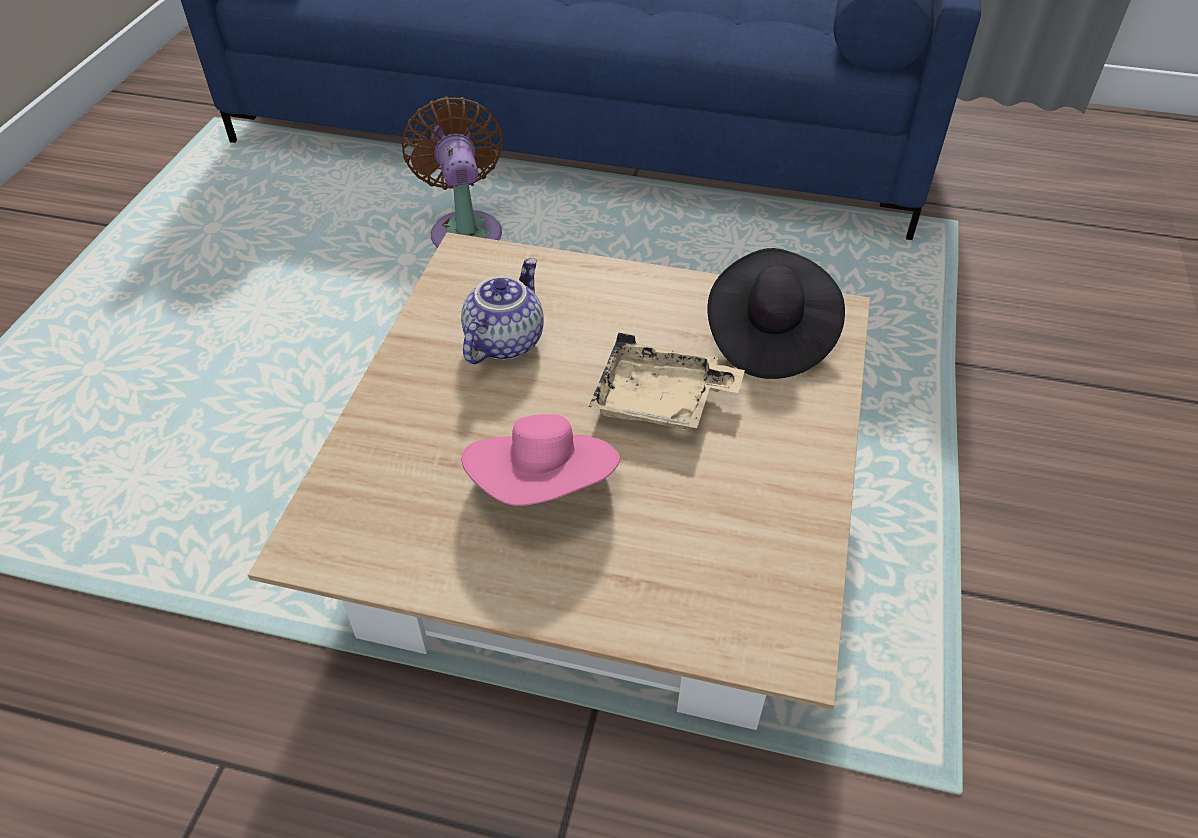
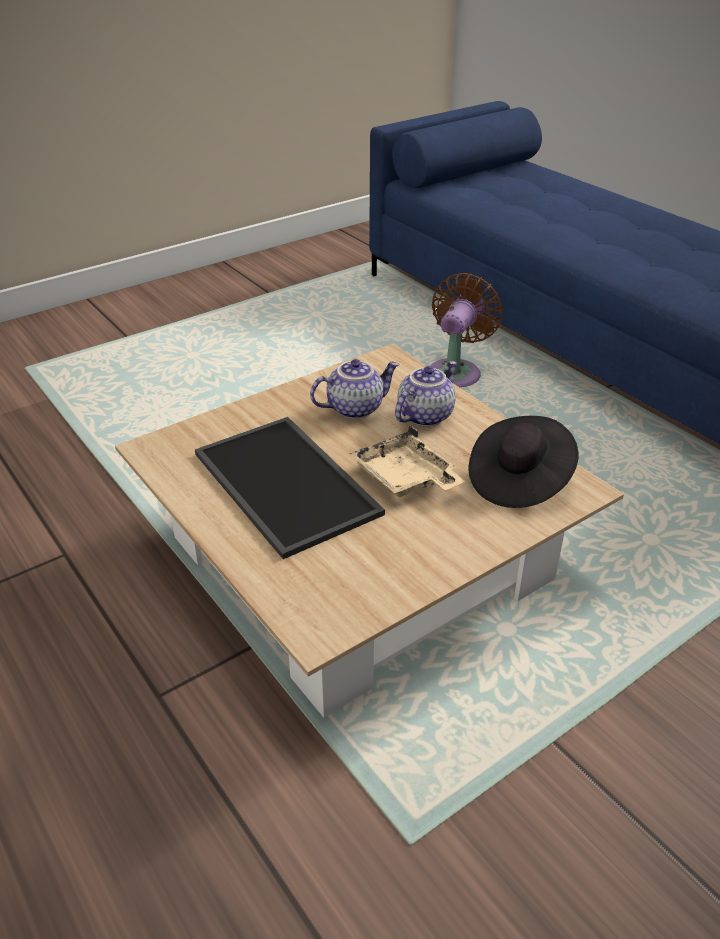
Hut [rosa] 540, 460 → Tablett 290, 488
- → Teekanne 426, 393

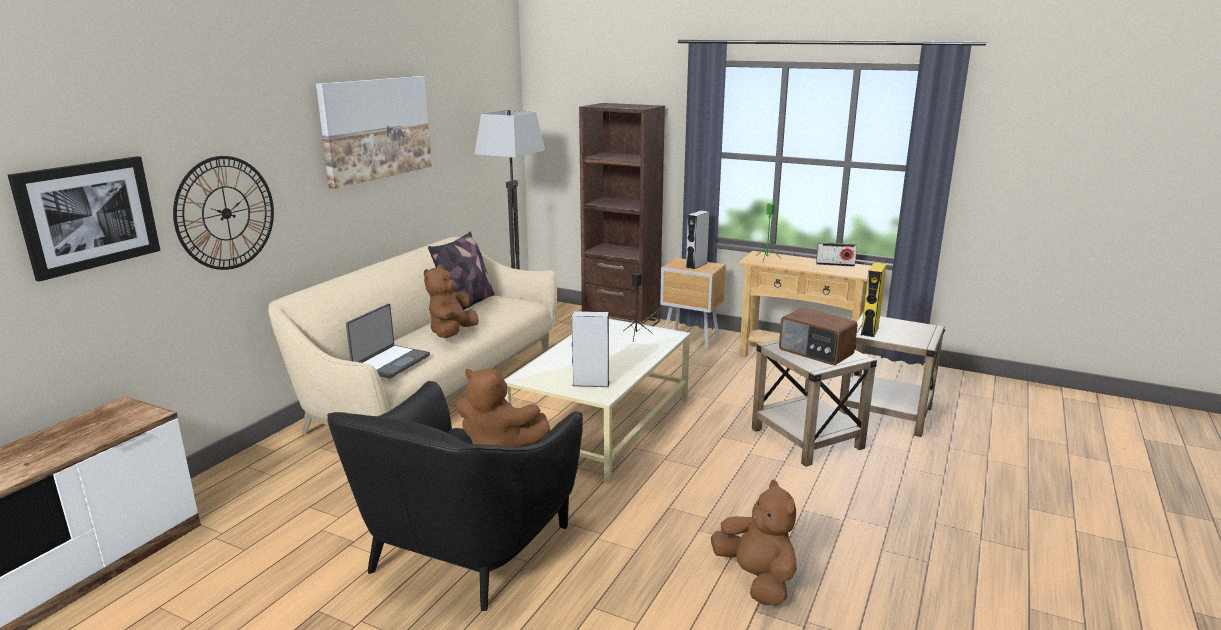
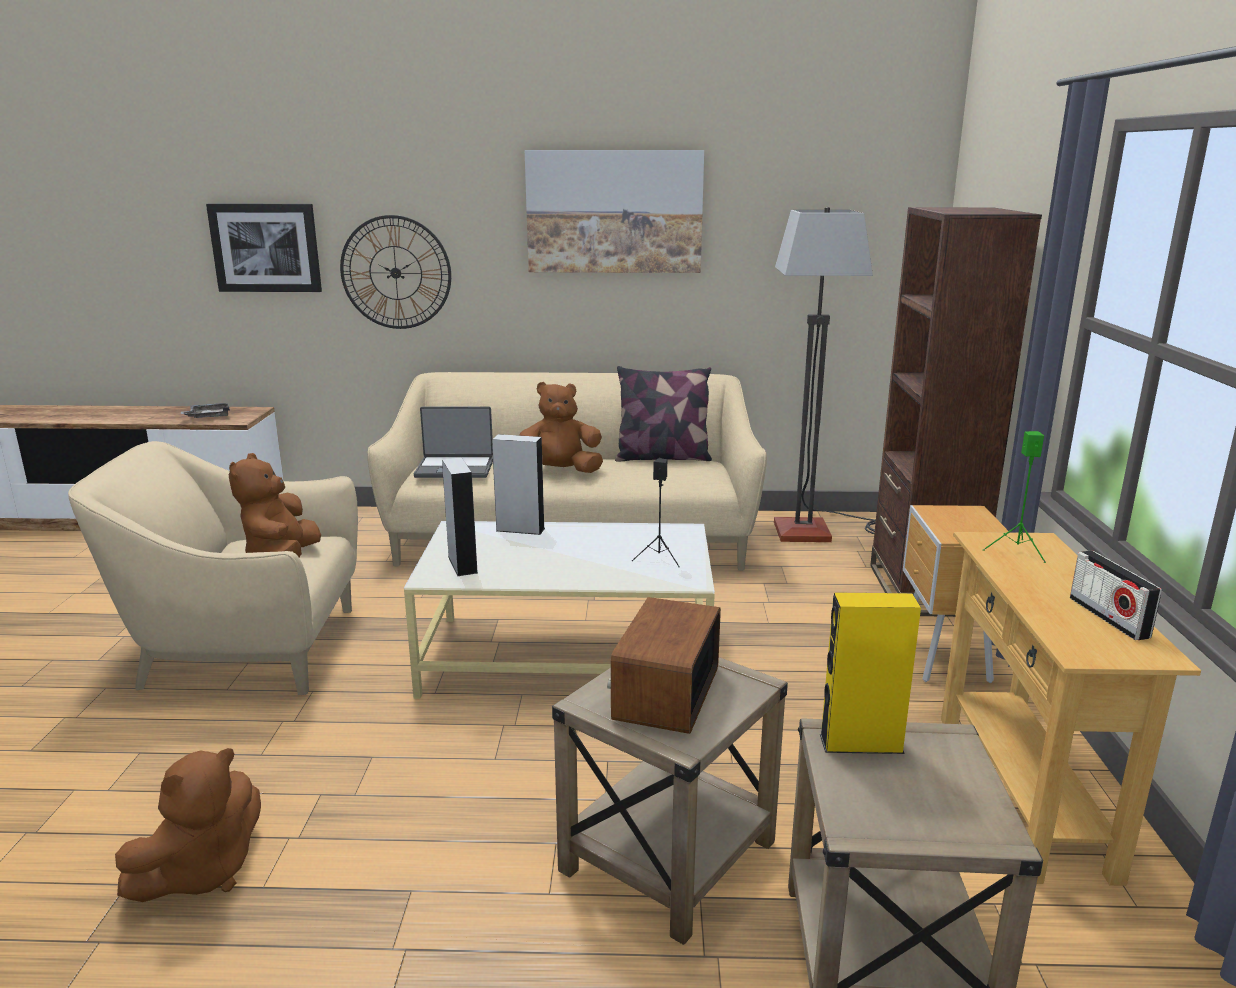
Sessel [schwarz] 455, 496 → Sessel [beige] 213, 568
- → Tablett [grau] 205, 410
Lautsprecher [grau] 697, 239 → Lautsprecher [grau] 518, 484, relocated

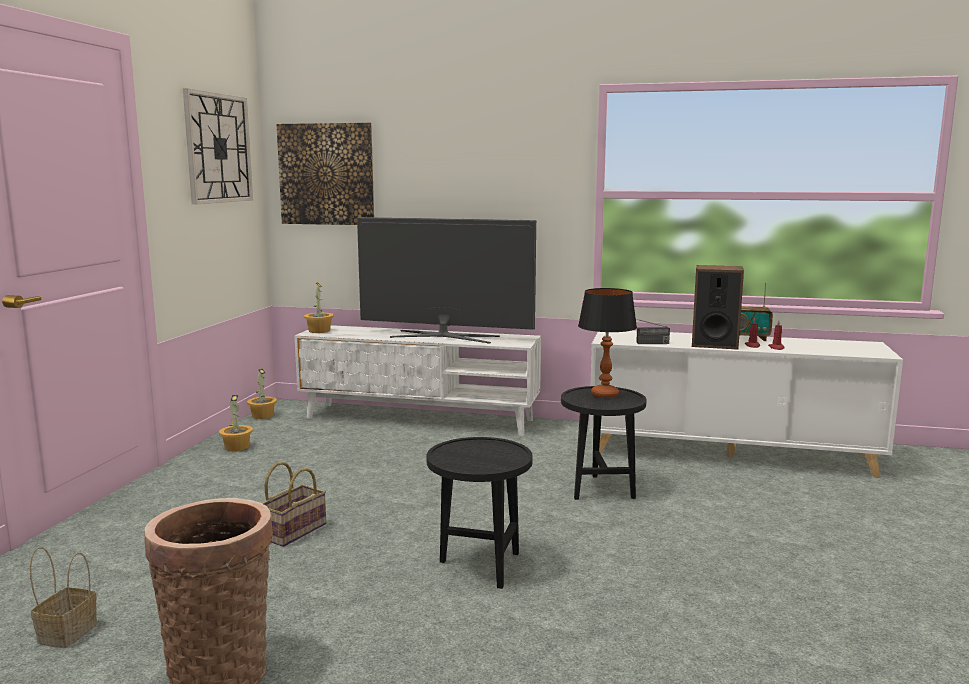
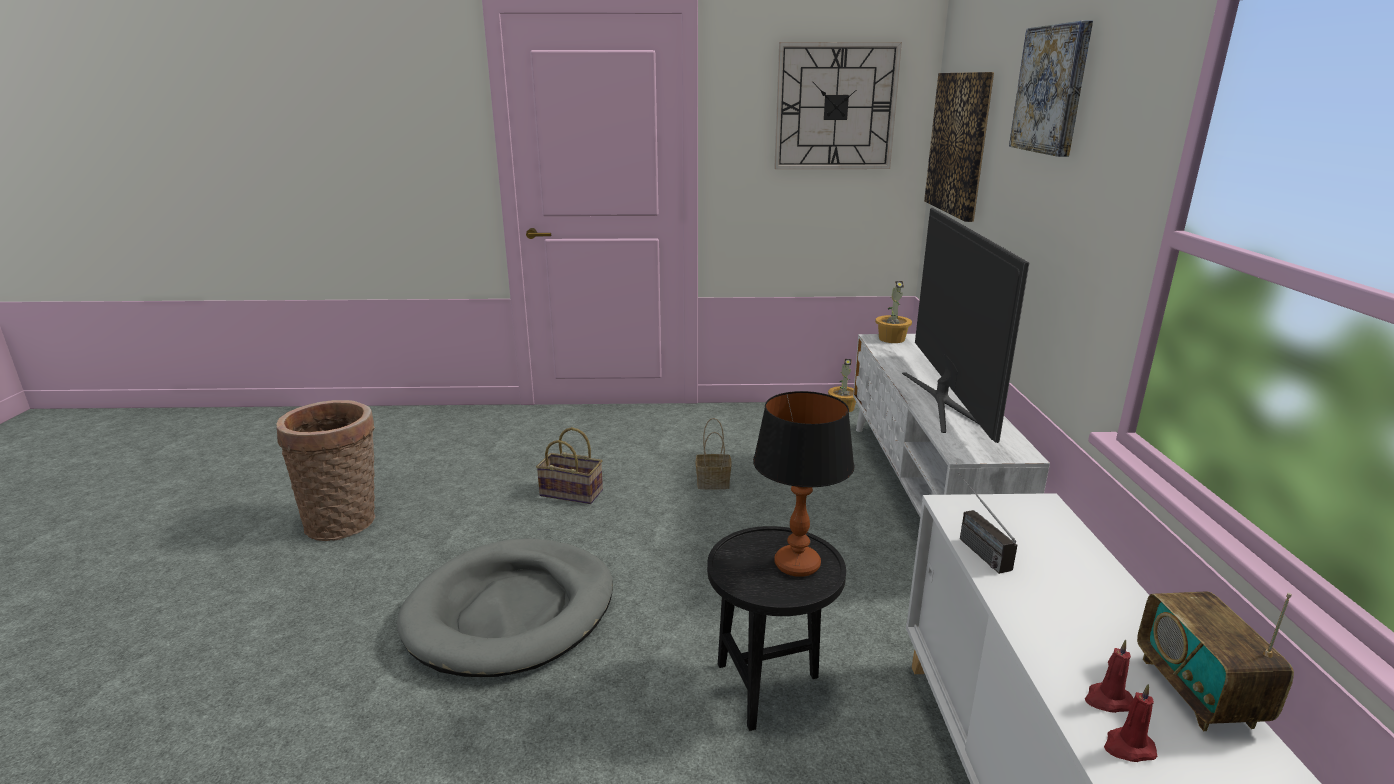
Beistelltisch [schwarz] 480, 513 → Hundebett [grau] 505, 607
Korb 63, 597 → Korb 713, 453, relocated
- → Bild 1051, 89
Topfpflanze 236, 423 → -
Lautsprecher 718, 307 → -

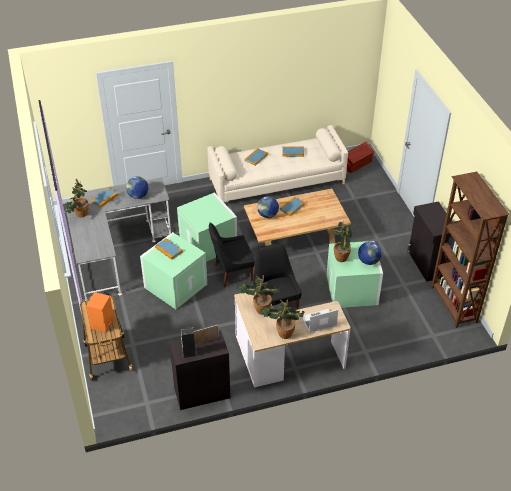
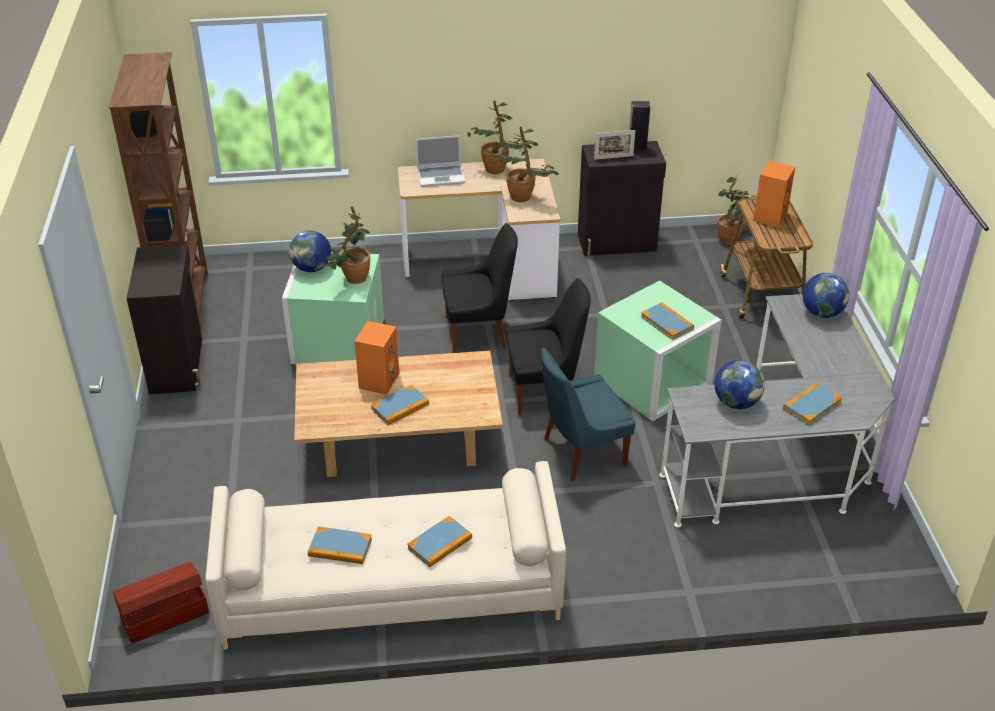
- → Lautsprecher [orange] 376, 358
Stuhl [schwarz] 277, 277 → Stuhl [schwarz] 480, 288, 90 degrees counterclockwise
Aufbewahrungsbox [grün] 207, 227 → Stuhl [blau] 588, 414
Topfpflanze 77, 198 → Topfpflanze 733, 209, relocated
Globus 268, 207 → Globus 826, 295, relocated

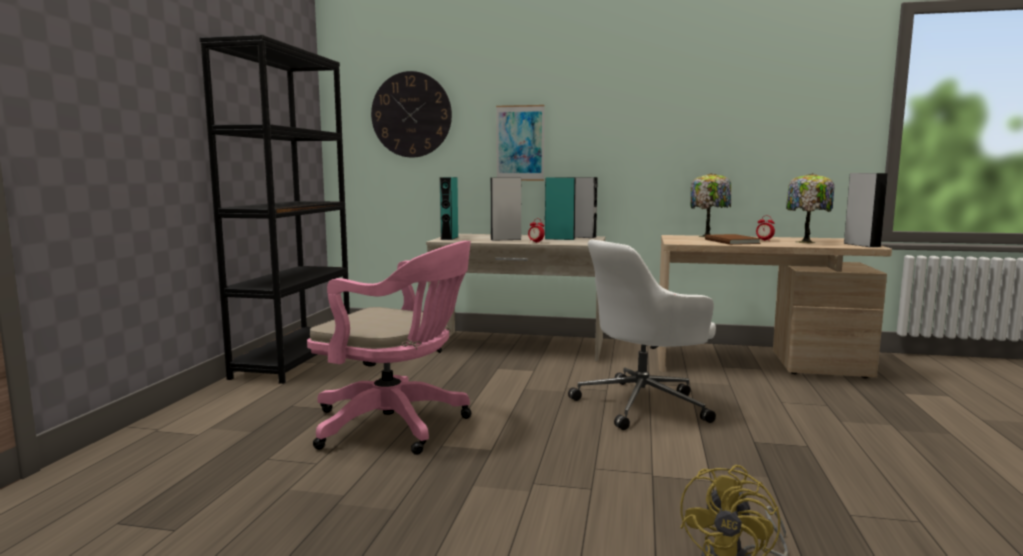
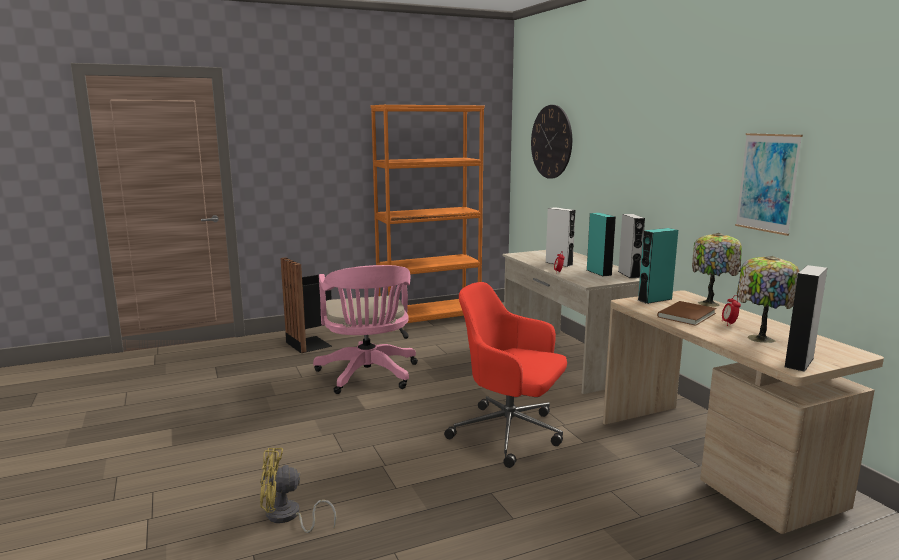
- → Mülleimer [schwarz] 306, 305
Bücherregal [schwarz] 274, 209 → Bücherregal [orange] 428, 218
Bürostuhl [weiß] 642, 335 → Bürostuhl [rot] 505, 375
Lautsprecher [türkis] 449, 208 → Lautsprecher [türkis] 658, 266, relocated
Bild 520, 143 → Bild 769, 184, relocated

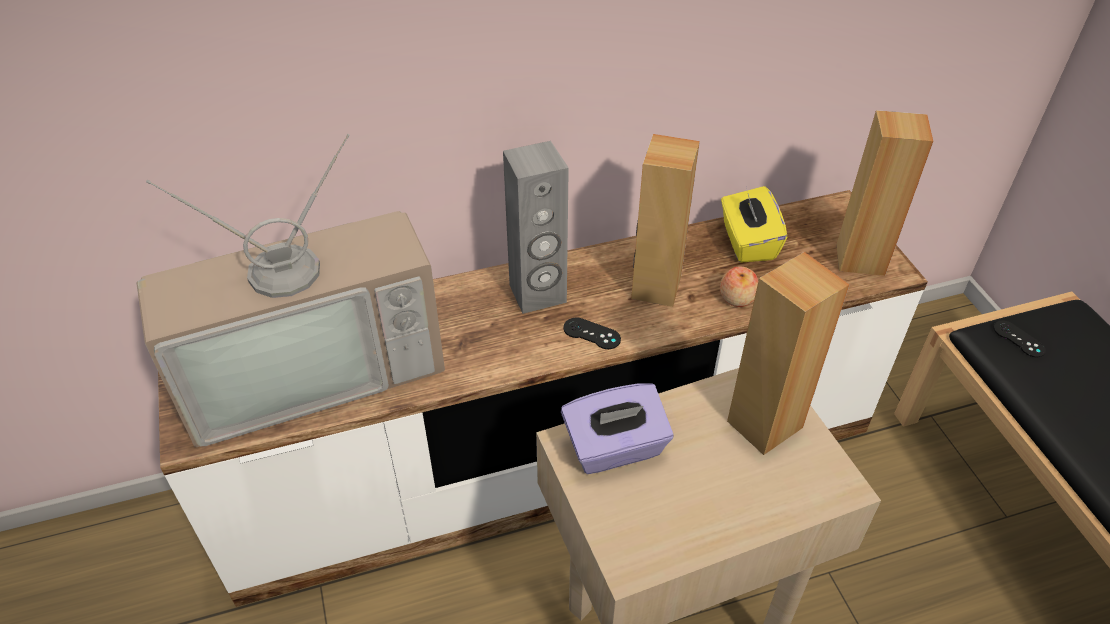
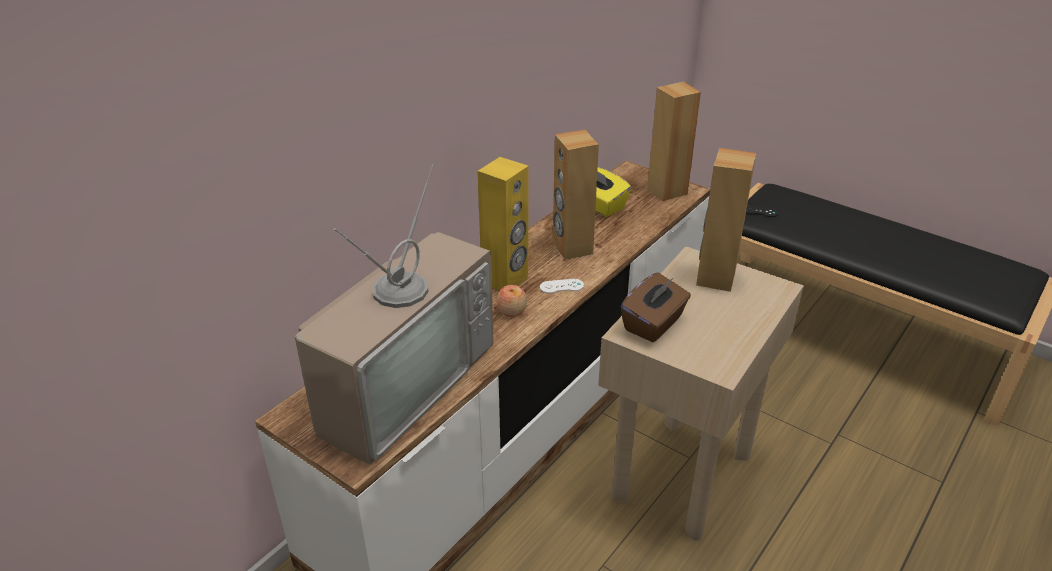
Lautsprecher [grau] 536, 227 → Lautsprecher [gelb] 503, 224
Apfel 739, 287 → Apfel 512, 301, relocated
Gamepad [schwarz] 592, 333 → Gamepad [weiß] 562, 286
Taschentuchbox [lila] 617, 428 → Taschentuchbox [braun] 656, 307

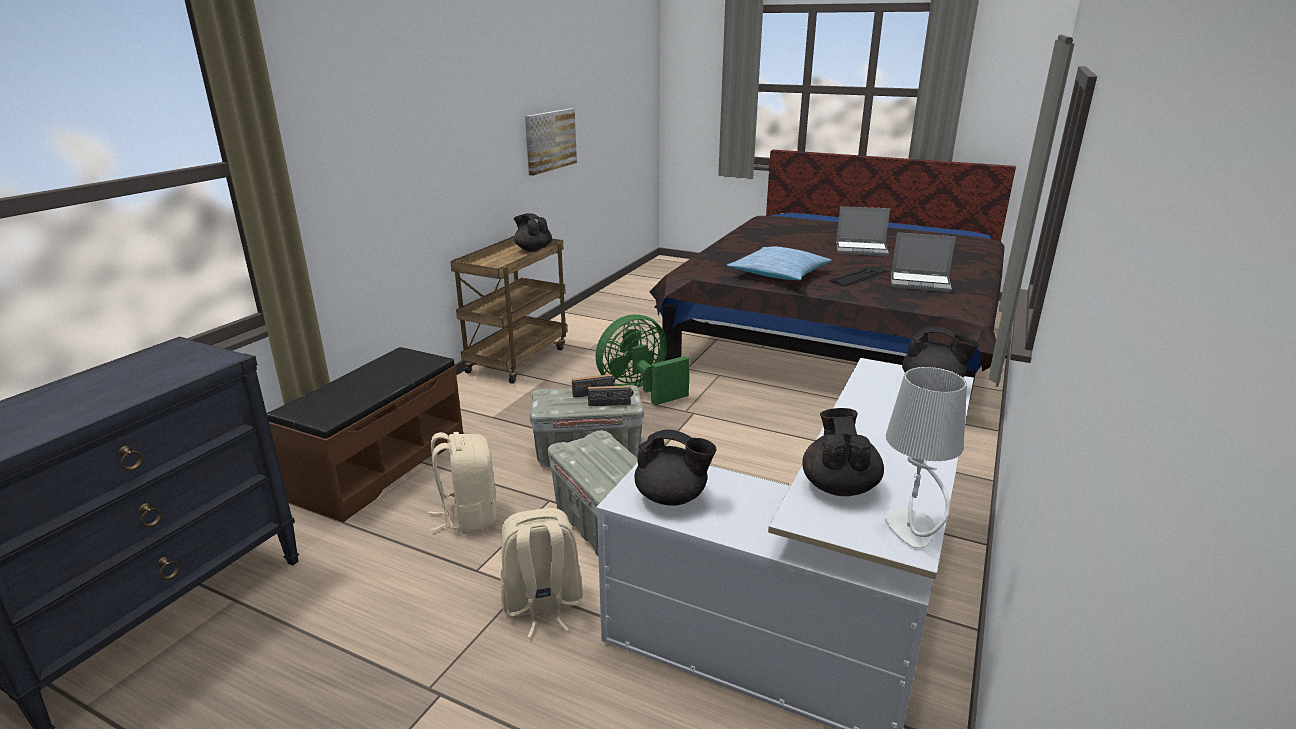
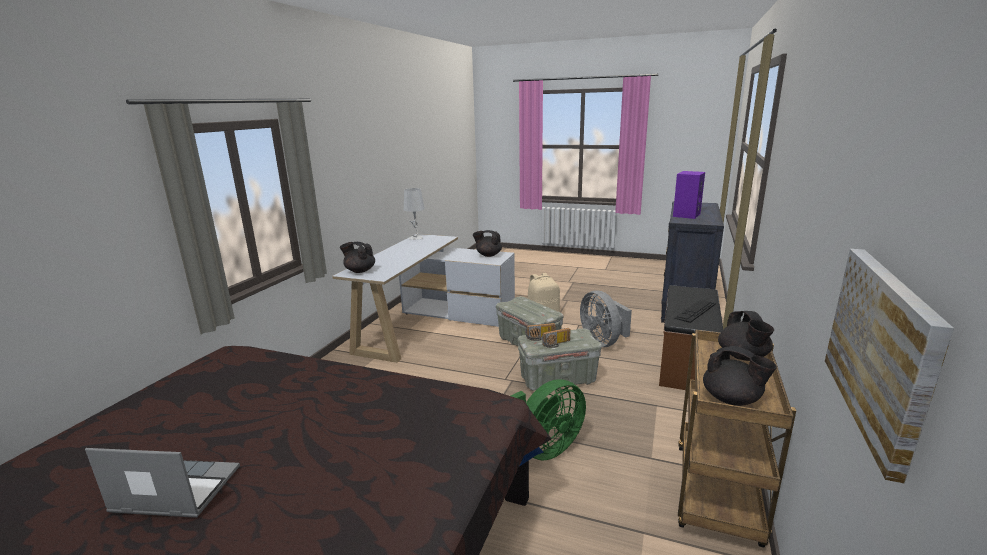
Rucksack [beige] 463, 483 → Ventilator [grau] 606, 318
- → Lautsprecher [lila] 689, 195
Tastatur 859, 276 → Tastatur 695, 311, relocated
Teekanne [schwarz] 843, 452 → Teekanne [schwarz] 746, 336, relocated
Kissen 779, 263 → -
Laptop 923, 262 → -

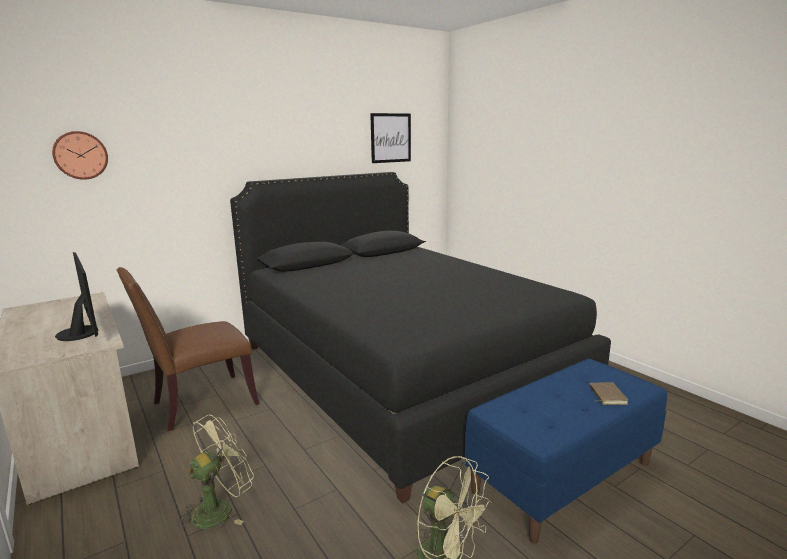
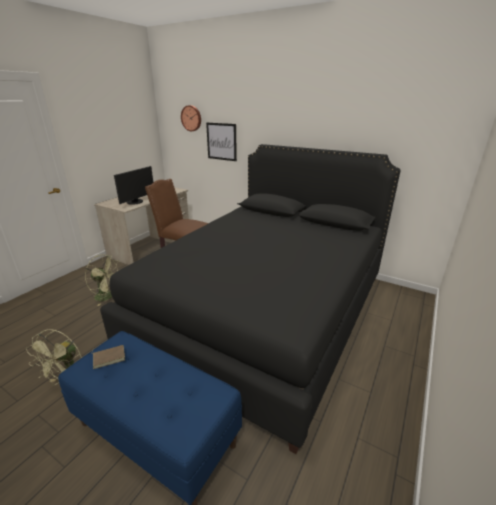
Buch [braun] 609, 393 → Buch [braun] 108, 357, relocated
Bild 390, 138 → Bild 221, 141, relocated

